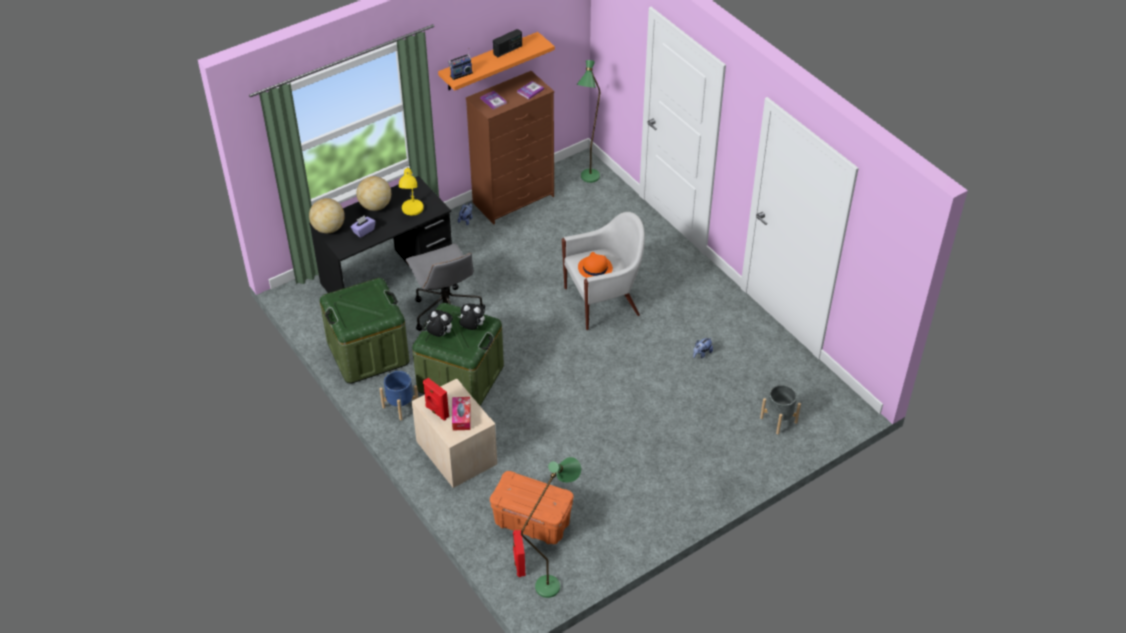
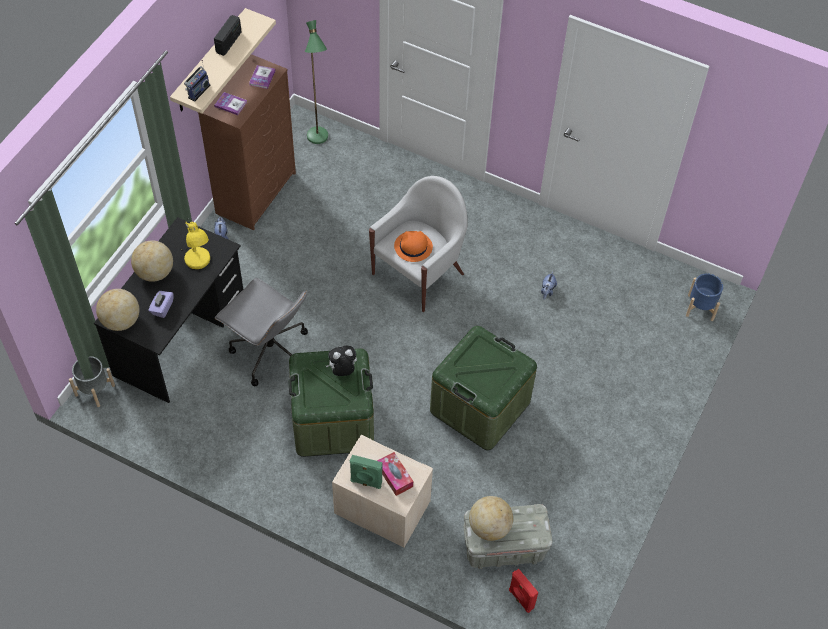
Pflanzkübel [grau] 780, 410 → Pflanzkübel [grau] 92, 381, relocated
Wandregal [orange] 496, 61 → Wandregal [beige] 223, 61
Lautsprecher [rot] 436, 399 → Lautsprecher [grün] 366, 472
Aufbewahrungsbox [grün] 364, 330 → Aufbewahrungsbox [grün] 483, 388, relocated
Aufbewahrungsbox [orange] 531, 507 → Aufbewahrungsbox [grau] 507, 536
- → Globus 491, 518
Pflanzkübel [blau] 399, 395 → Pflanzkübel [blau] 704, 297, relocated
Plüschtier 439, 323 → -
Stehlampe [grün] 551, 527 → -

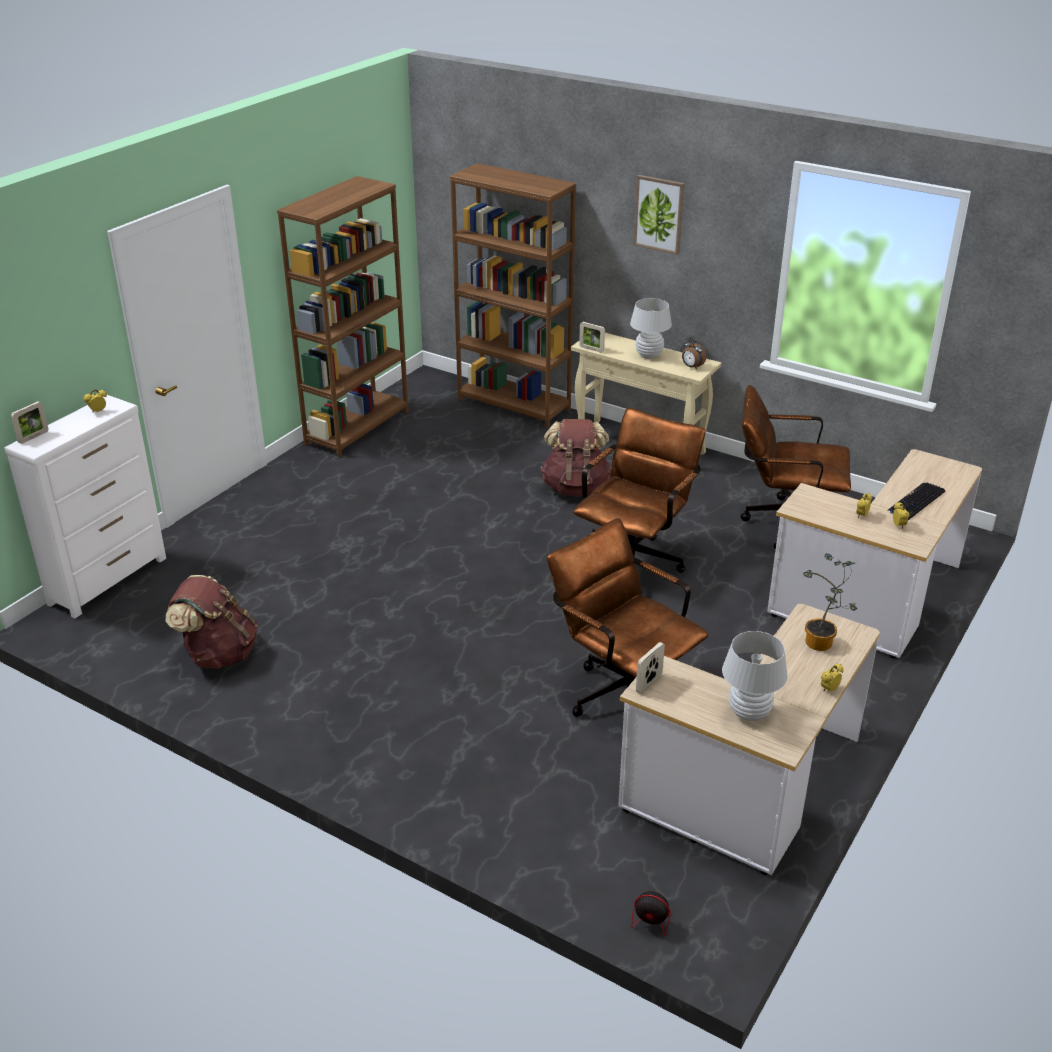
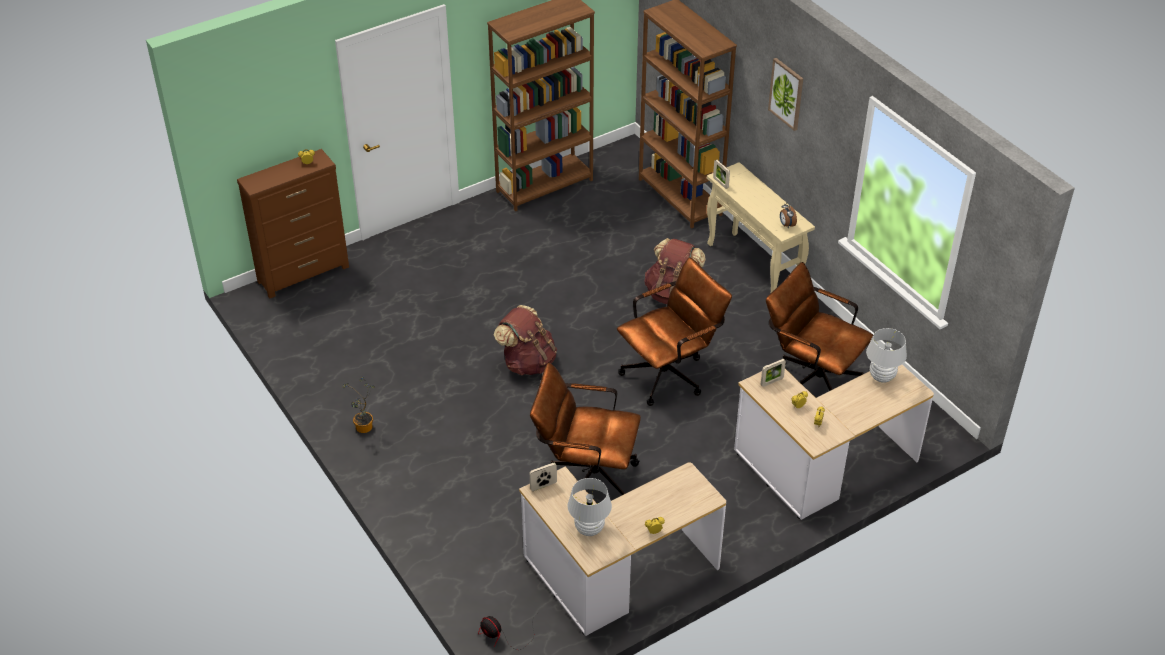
Kommode [weiß] 85, 506 → Kommode [braun] 293, 224
Topfpflanze 830, 602 → Topfpflanze 358, 404, relocated
Rucksack [braun] 211, 622 → Rucksack [braun] 525, 340, relocated
Bürostuhl [braun] 628, 617 → Bürostuhl [braun] 585, 429, 60 degrees counterclockwise
Bilderrahmen 29, 422 → Bilderrahmen 773, 373, relocated
Tischlampe [weiß] 651, 328 → Tischlampe [weiß] 886, 355, relocated
Tastatur 916, 500 → -

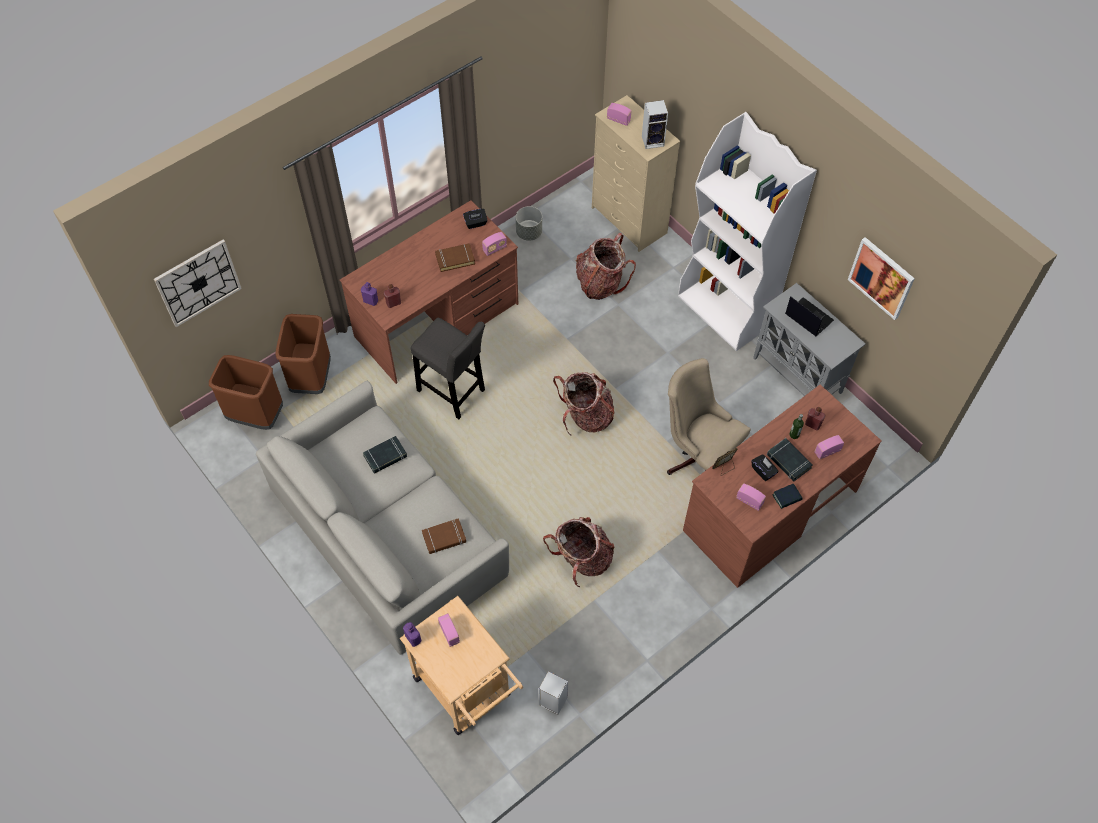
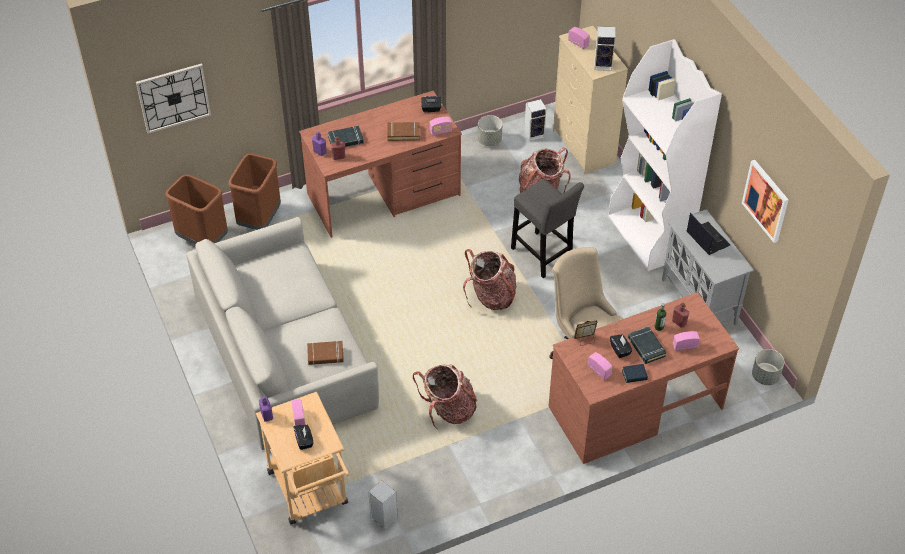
- → Taschentuchbox [schwarz] 303, 437
Buch [schwarz] 385, 455 → Buch [schwarz] 346, 136, relocated
Hocker [grau] 448, 368 → Hocker [grau] 547, 228, relocated
- → Lautsprecher 535, 120
- → Pflanzkübel [grau] 768, 367

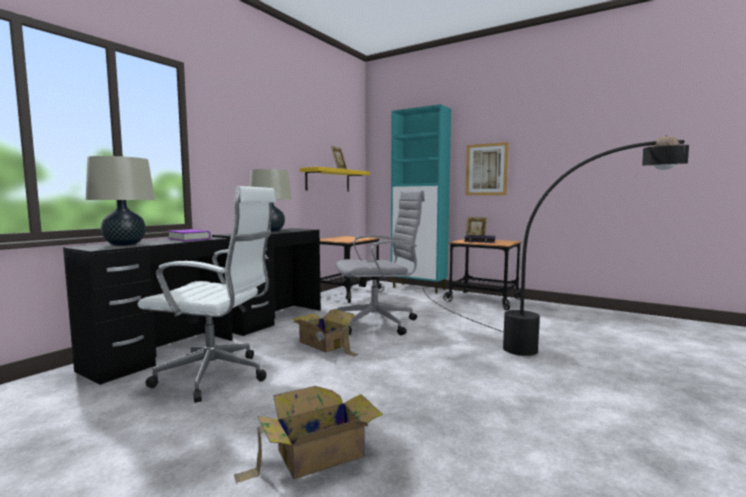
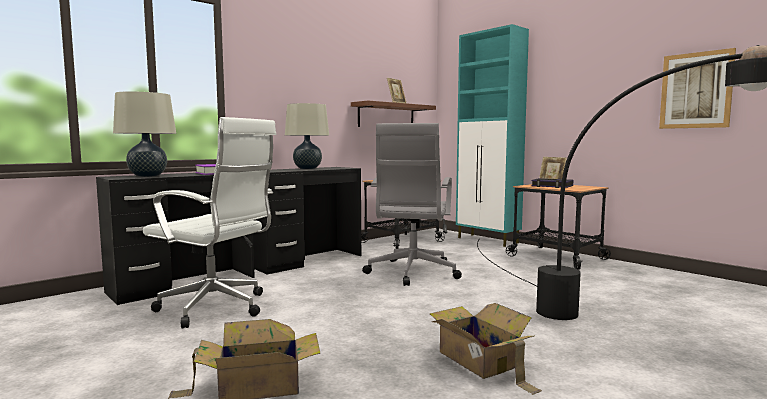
Wandregal [gelb] 335, 179 → Wandregal [braun] 393, 114
Bürostuhl [grau] 380, 263 → Bürostuhl [grau] 412, 204, 105 degrees clockwise
Karton 326, 333 → Karton 486, 349, relocated
Bild 487, 168 → Bild 697, 88, relocated

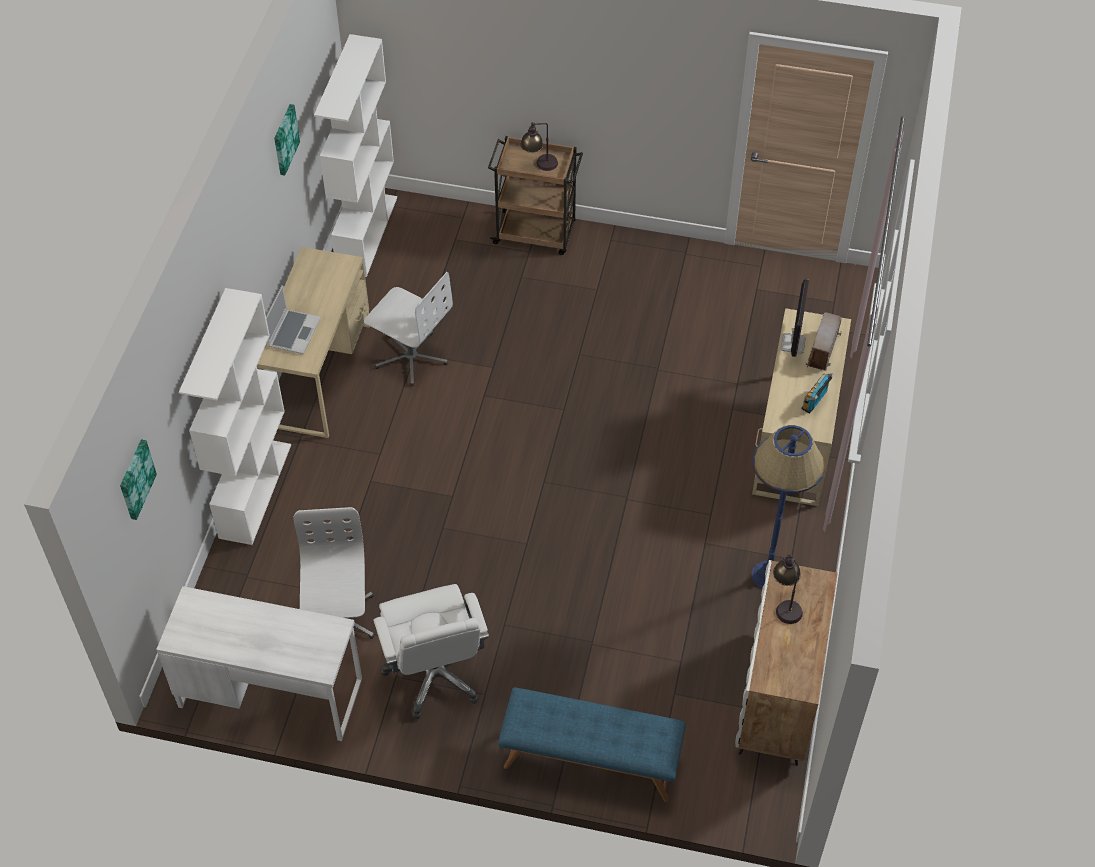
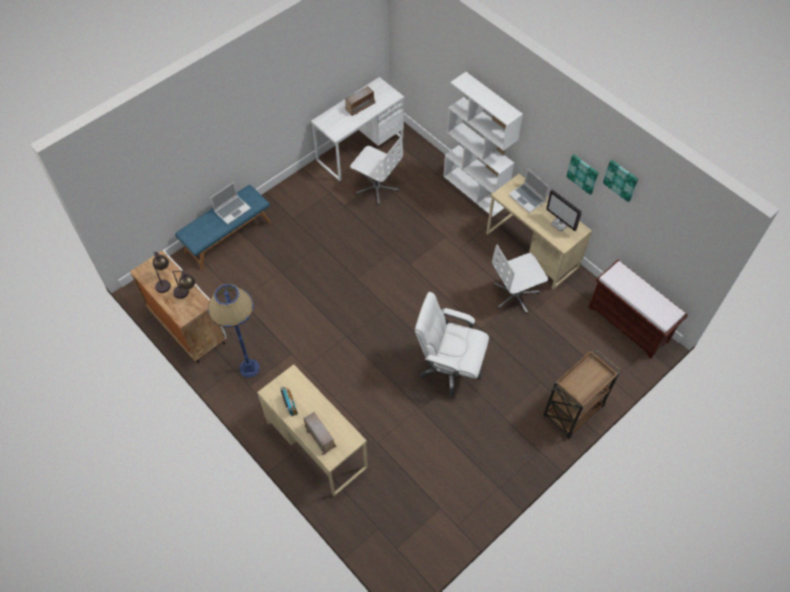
Tischlampe 539, 146 → Tischlampe 162, 272, relocated
- → Laptop 231, 203
- → Radio 360, 101
Bürostuhl [weiß] 431, 651 → Bürostuhl [weiß] 452, 344, relocated
Monitor 794, 318 → Monitor 564, 210, relocated
Bild 138, 479 → Bild 582, 175, relocated
Bücherregal [weiß] 355, 155 → Bank [braun] 638, 309

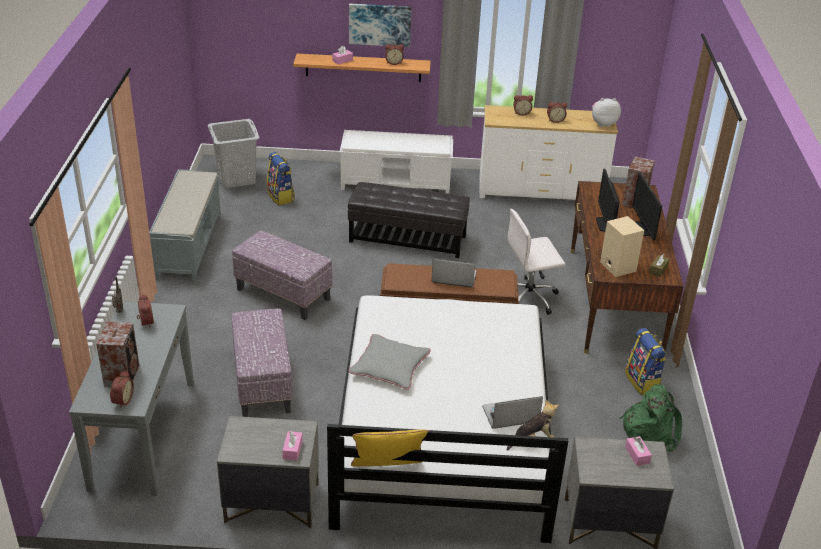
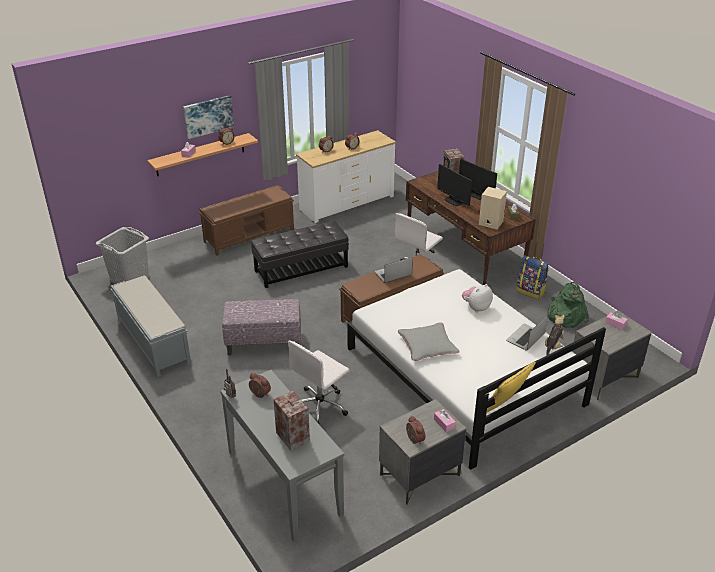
Bank [weiß] 396, 162 → Bank [braun] 246, 220
Polsterhocker 261, 362 → Bürostuhl [weiß] 319, 383
Wecker 122, 389 → Wecker 415, 430, relocated
Plüschtier 606, 112 → Plüschtier 477, 298, relocated
Rucksack 281, 179 → -

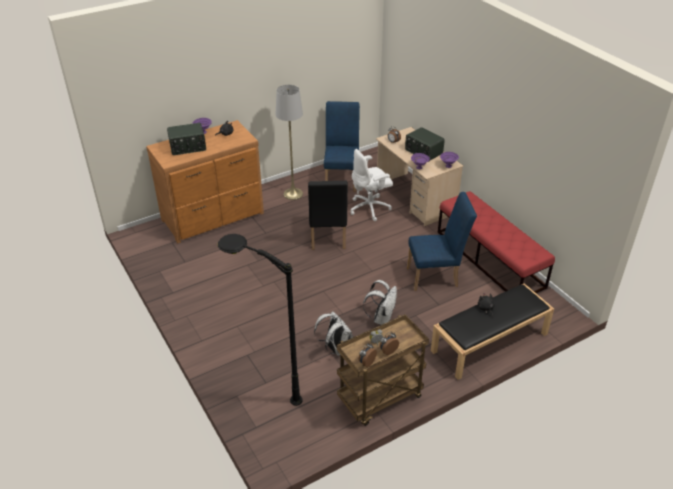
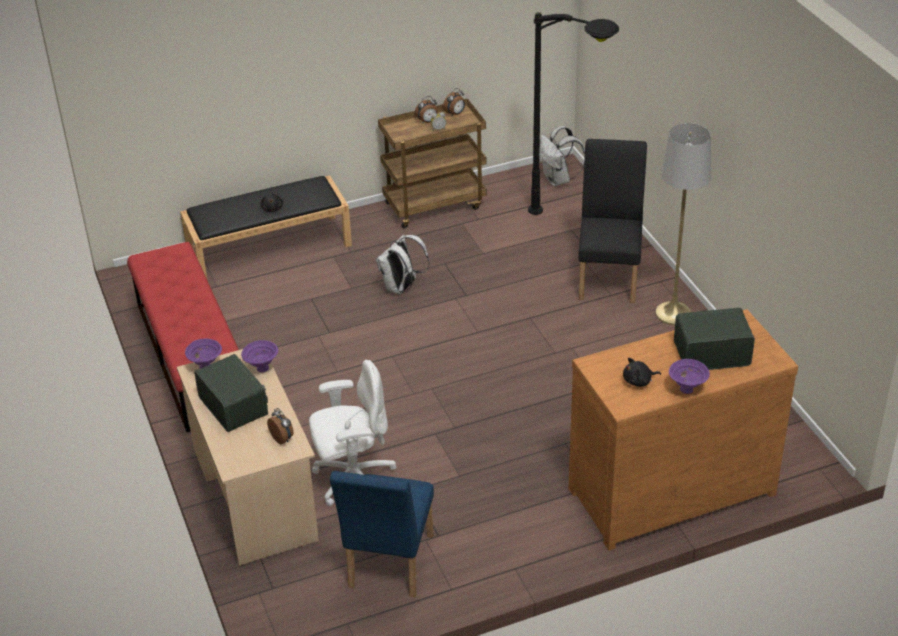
Rucksack [weiß] 333, 333 → Rucksack [weiß] 562, 156, relocated
Stuhl [schwarz] 328, 215 → Stuhl [schwarz] 612, 221, relocated
Stehlampe [grau] 289, 142 → Stehlampe [grau] 683, 224, relocated
Stuhl [blau] 442, 241 → -

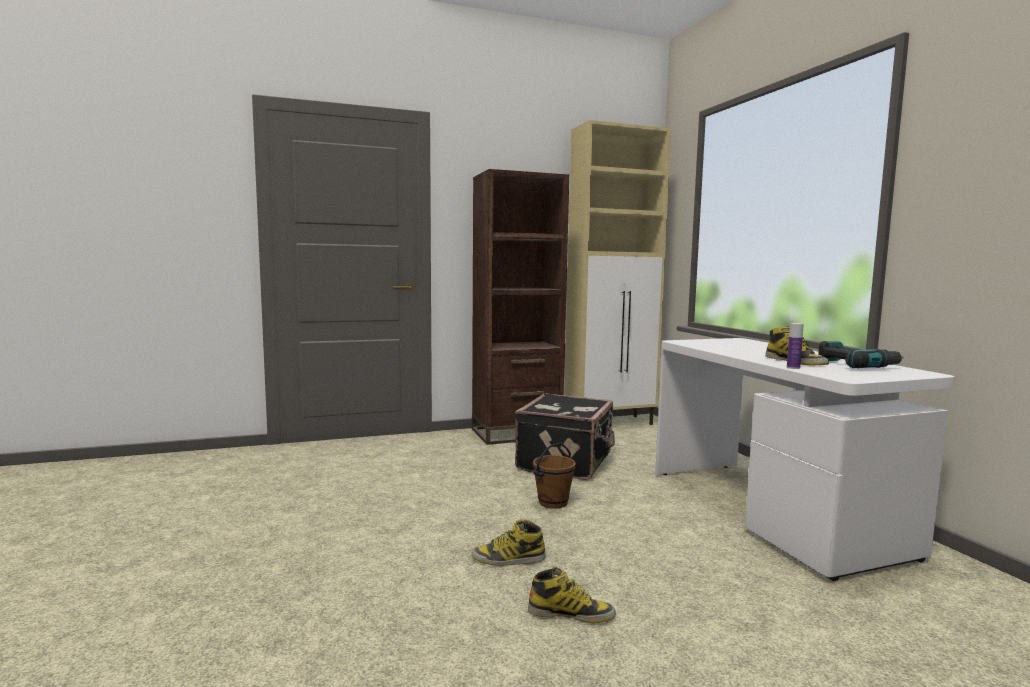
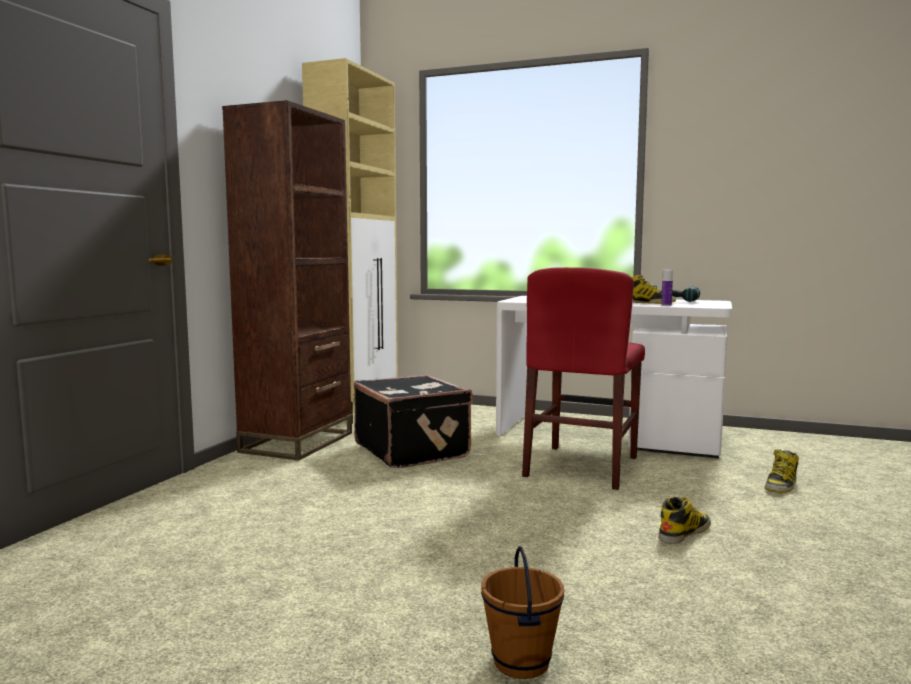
Eimer [braun] 554, 476 → Eimer [braun] 522, 612, relocated
- → Stuhl [rot] 583, 378
Stiefel 509, 542 → Stiefel 782, 471, relocated

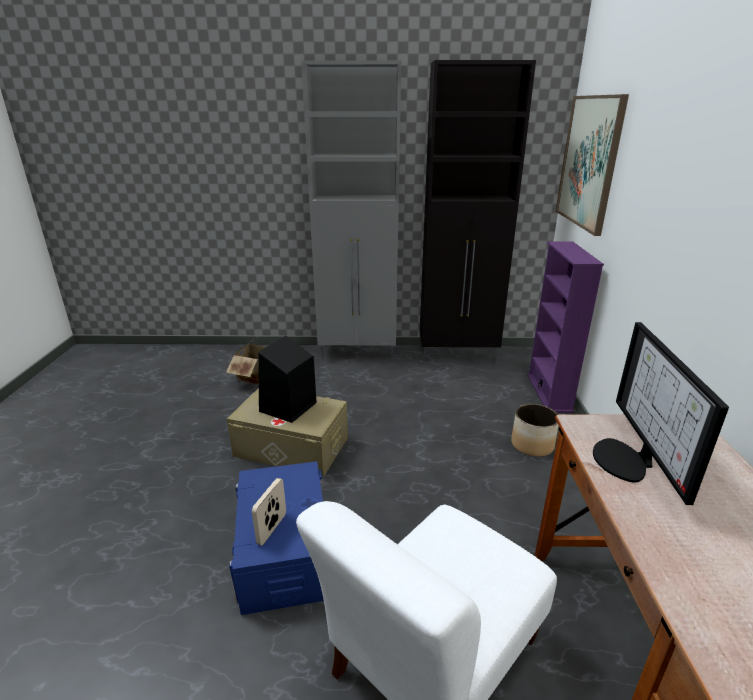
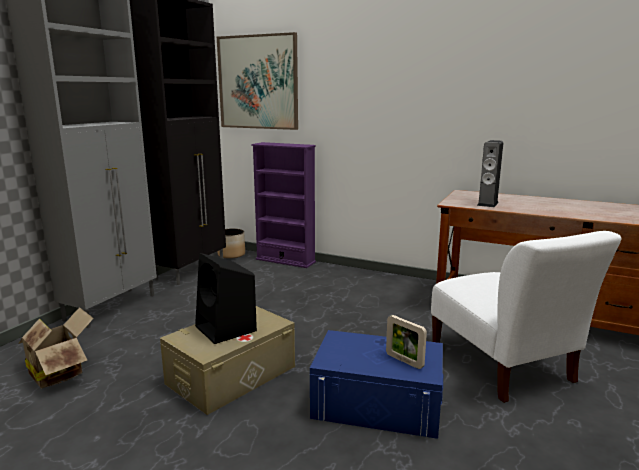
Pflanzkübel 535, 430 → Pflanzkübel 231, 243, relocated
Monitor 661, 413 → Lautsprecher 490, 173

